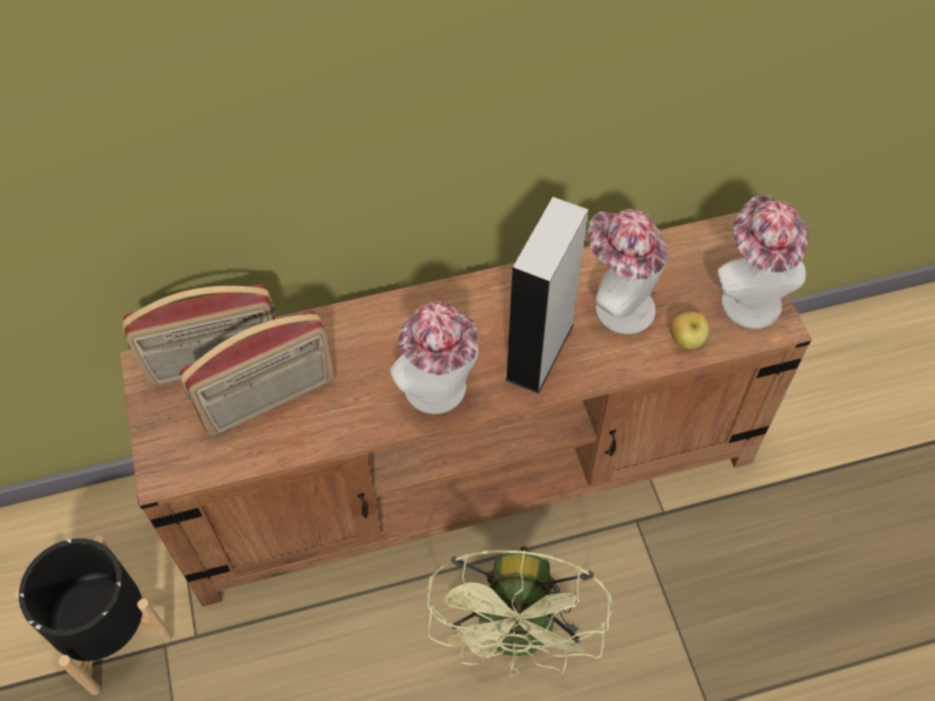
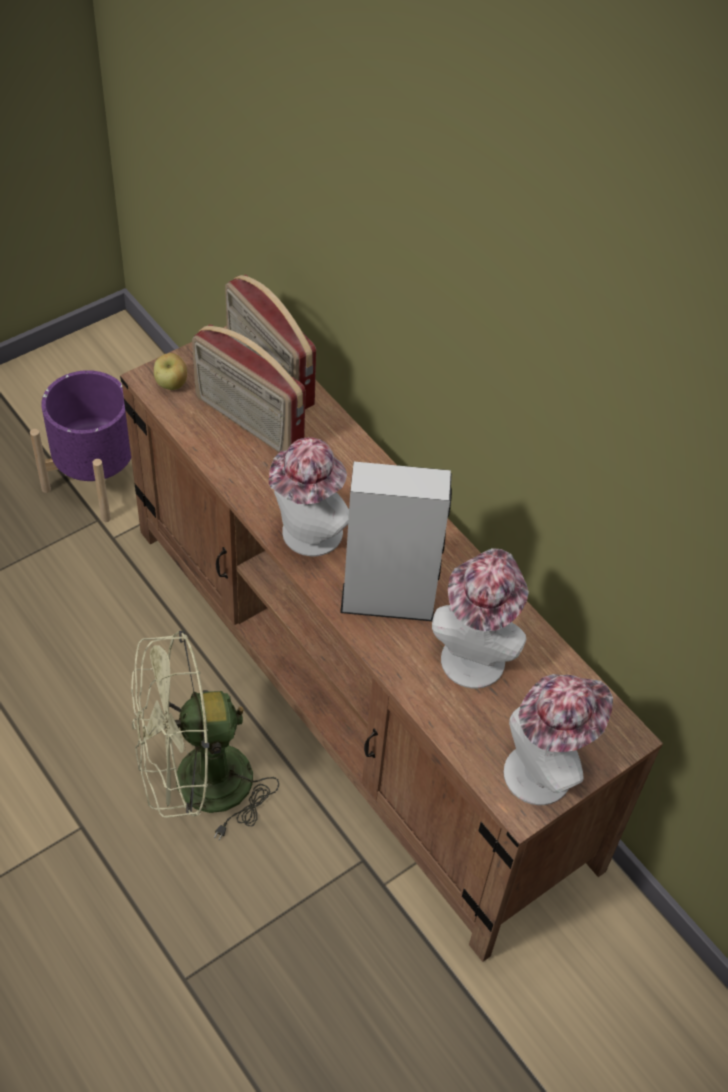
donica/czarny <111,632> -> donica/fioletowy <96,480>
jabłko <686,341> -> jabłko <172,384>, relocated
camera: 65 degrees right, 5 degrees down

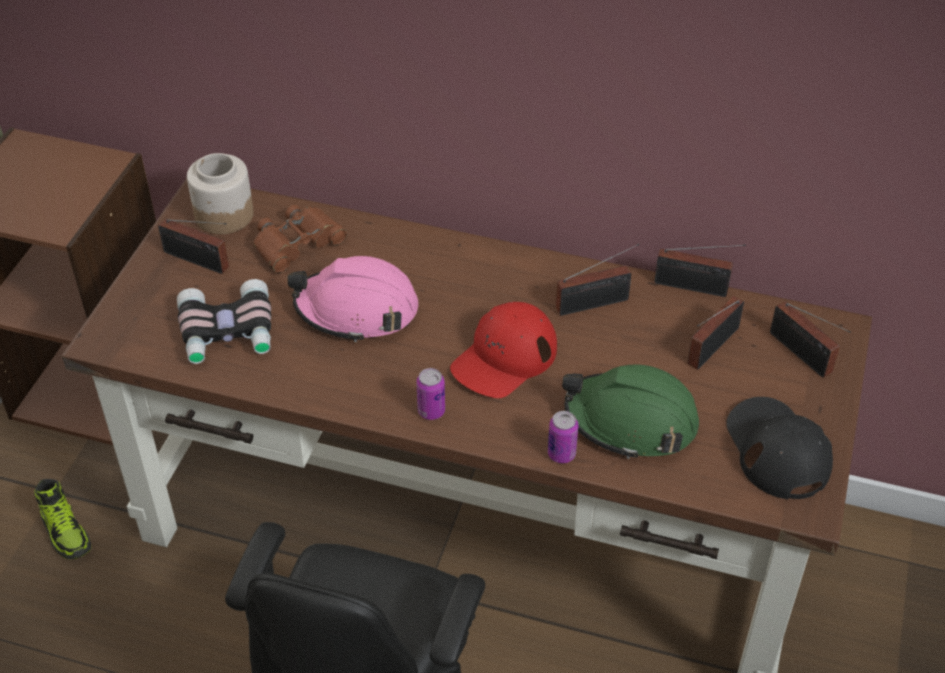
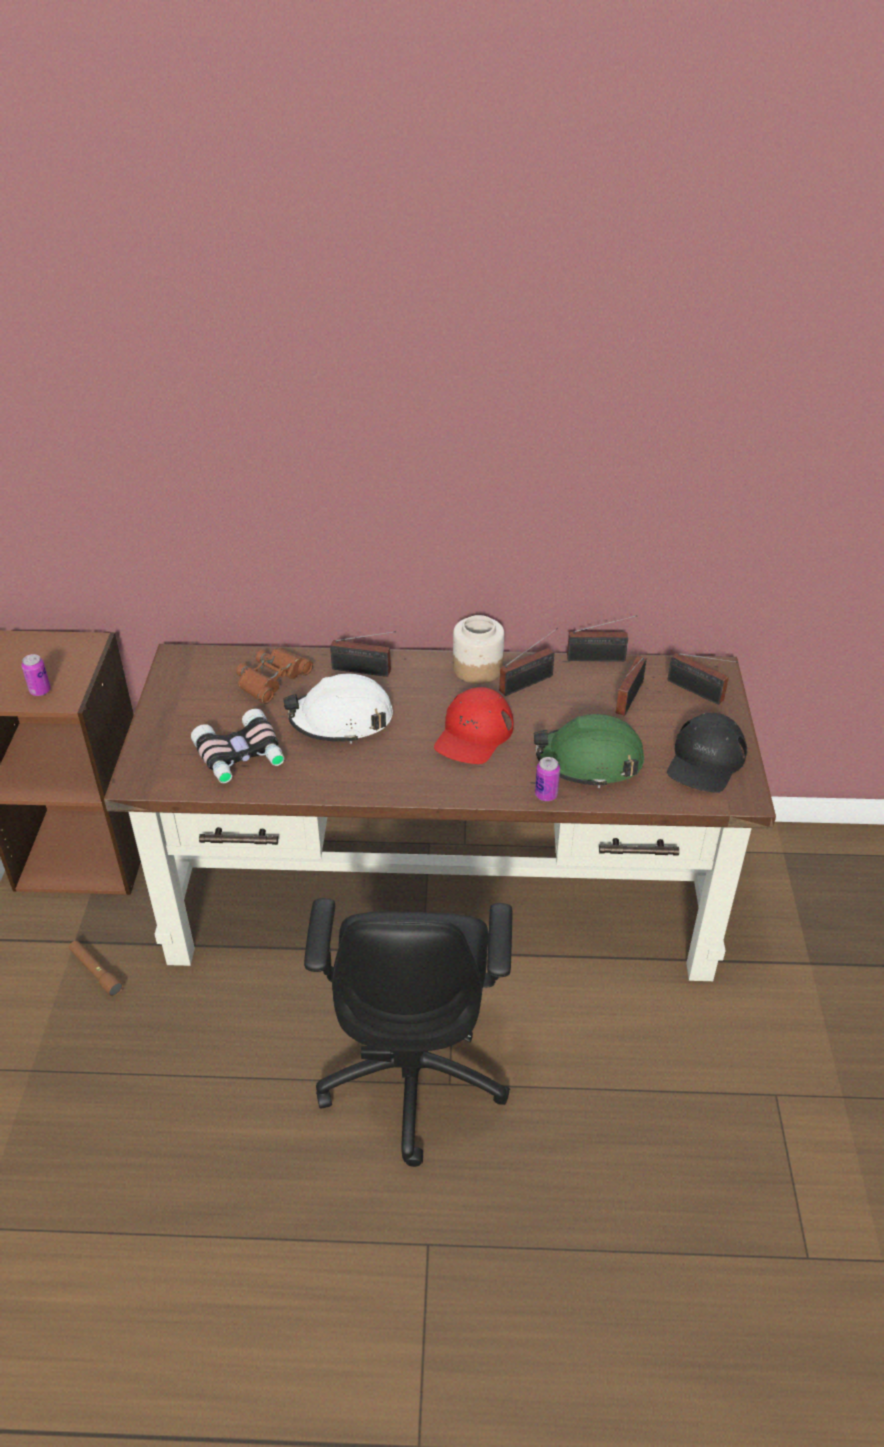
but <65,531> -> latarka/brązowy <96,971>
radio <199,261> -> radio <364,671>, relocated
słoik <223,215> -> słoik <477,668>, relocated
kask/różowy <357,310> -> kask/biały <341,720>
puszka <431,411> -> puszka <40,691>, relocated
czapka z daszkiem/czarny <777,450> -> czapka z daszkiem/czarny <705,761>, 120 degrees counterclockwise
camera: 15 degrees left, 5 degrees down

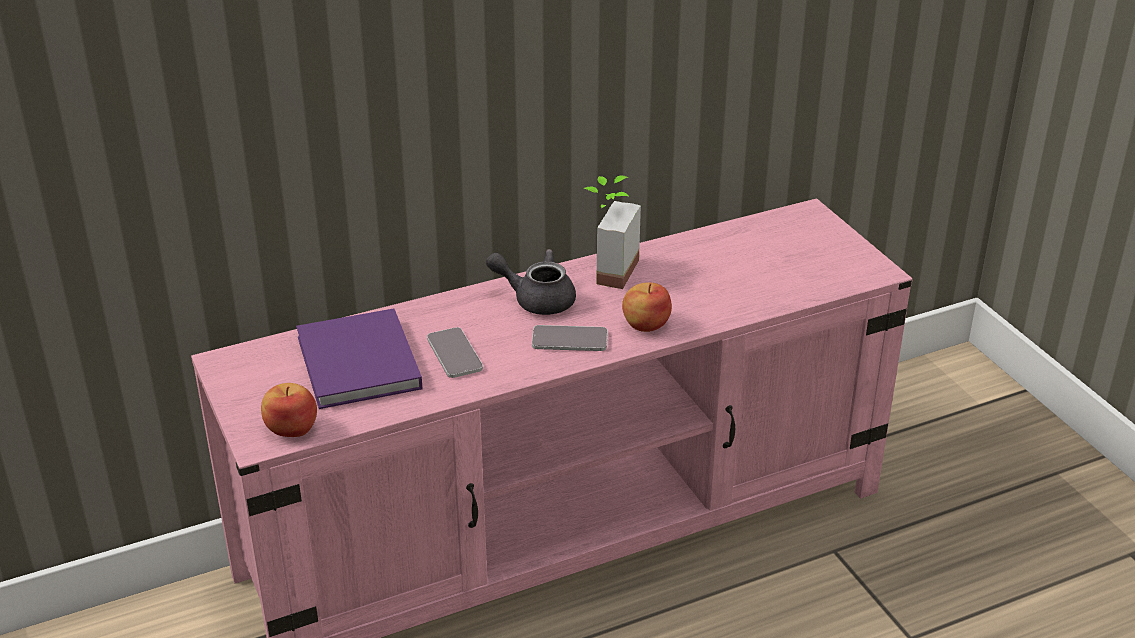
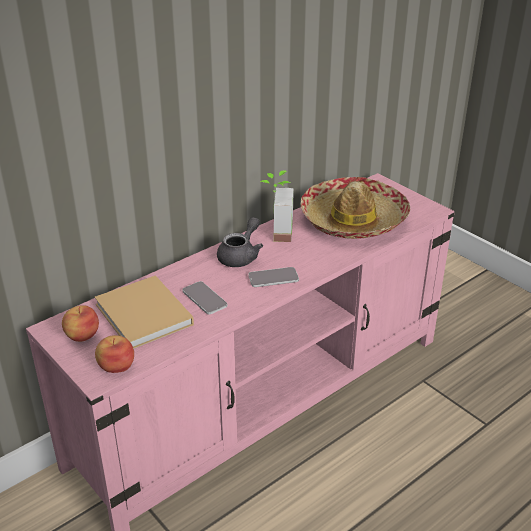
książka/fioletowy <359,365> -> książka/beżowy <145,316>
imbryk/szary <536,299> -> imbryk/szary <241,256>, 120 degrees clockwise
jabłko <646,324> -> jabłko <82,335>, relocated
none -> kapelusz <353,220>
camera: 15 degrees left, 0 degrees up

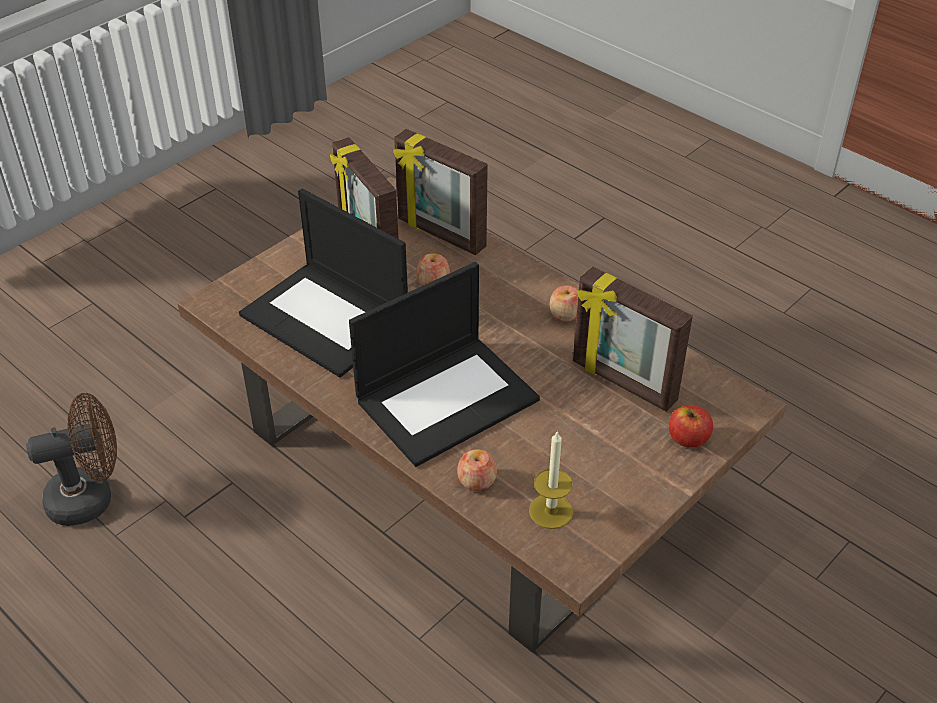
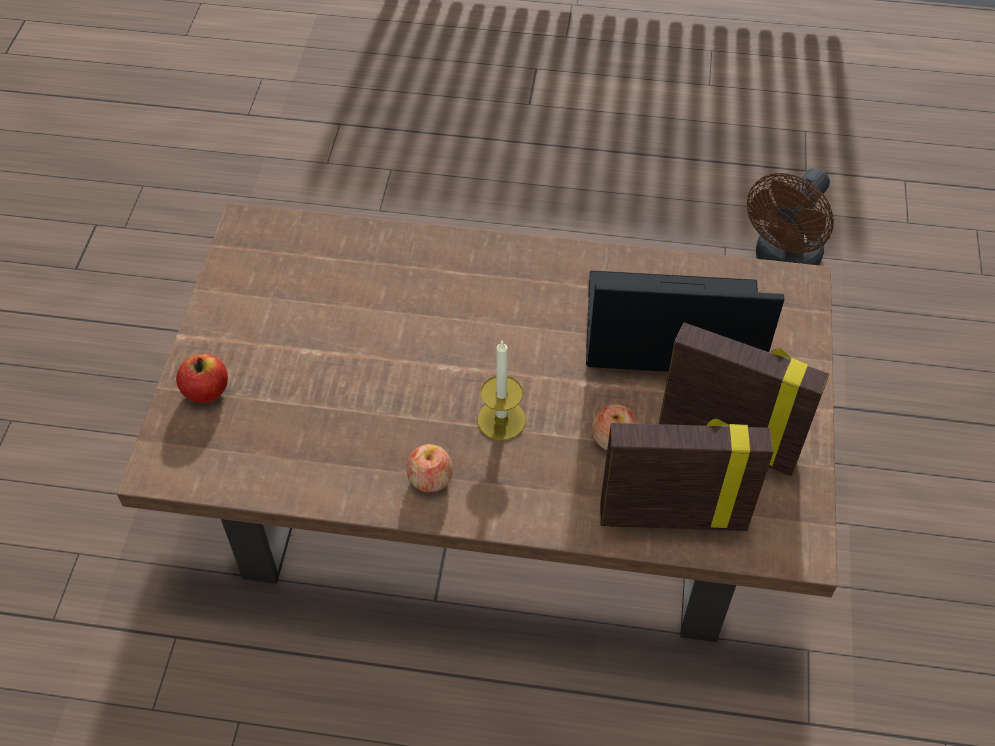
laptop <447,398> -> none
jabłko <477,480> -> none
świeca <551,511> -> świeca <501,420>, relocated
ramka na zdjęcie <623,383> -> none
camera: 145 degrees right, 10 degrees up

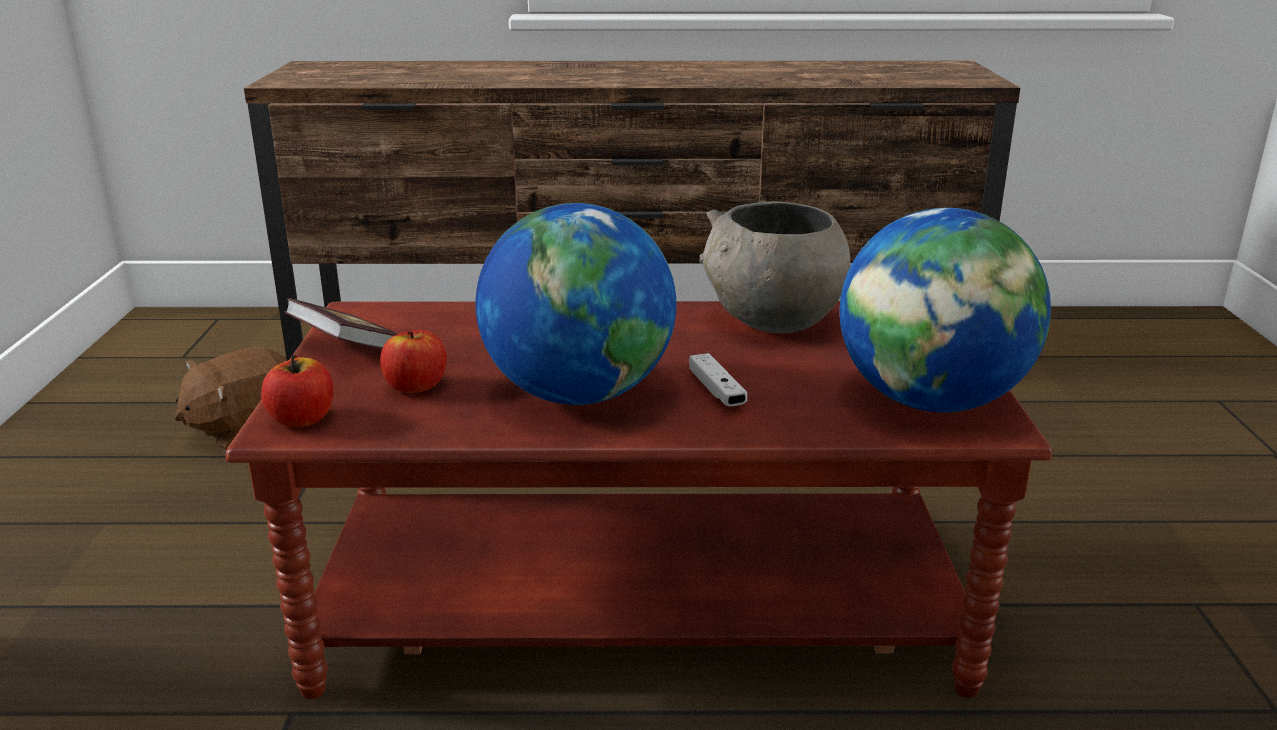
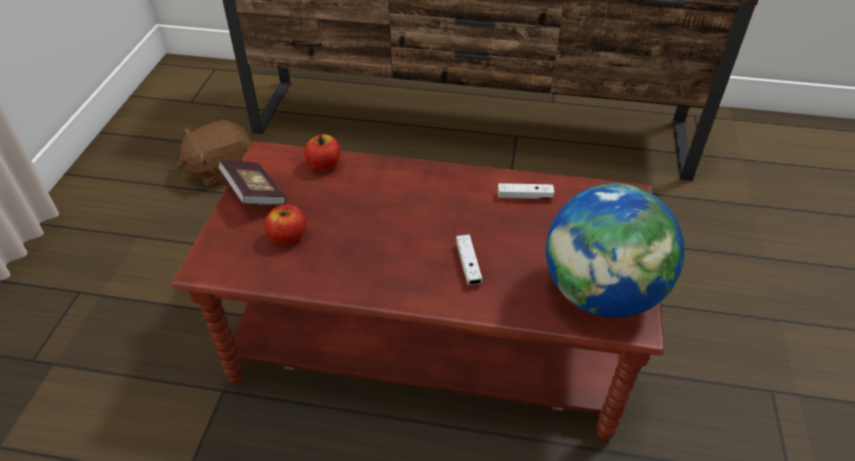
jabłko <302,419> -> jabłko <324,165>, relocated
globus <578,394> -> none
miska/szary <772,322> -> pad do gier/biały <525,196>
camera: 10 degrees right, 20 degrees up

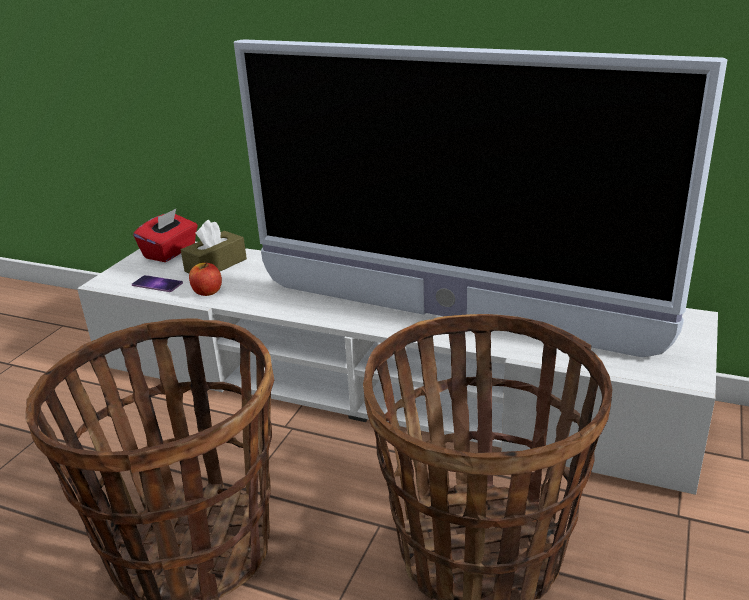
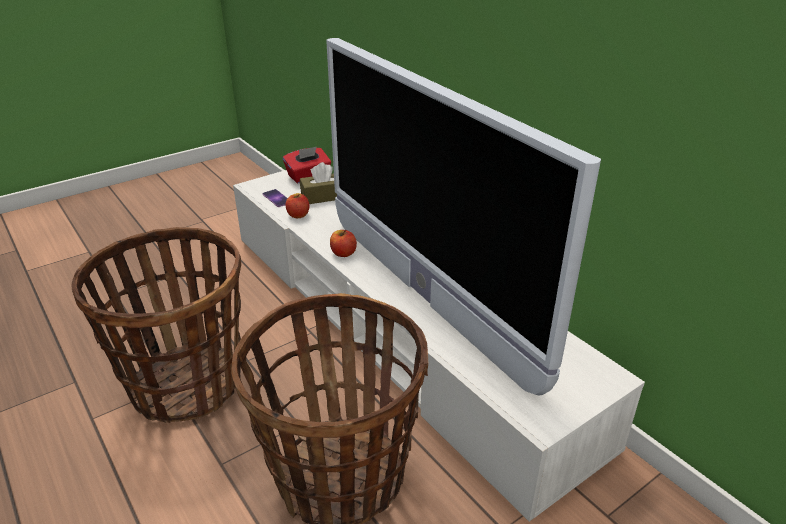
none -> jabłko <343,253>
camera: 30 degrees right, 5 degrees up

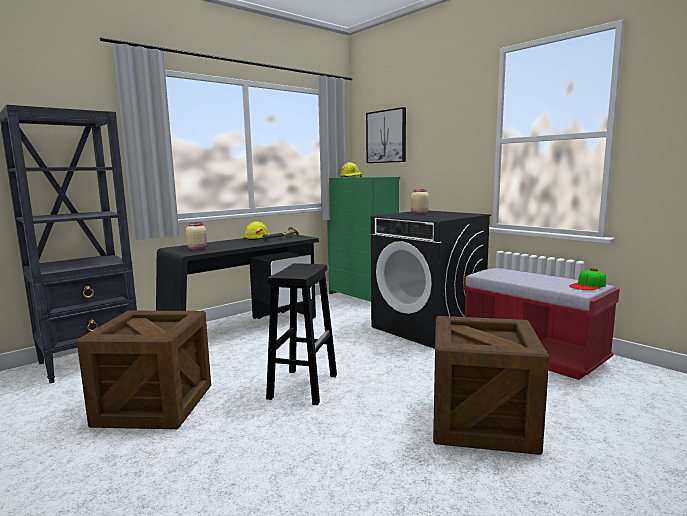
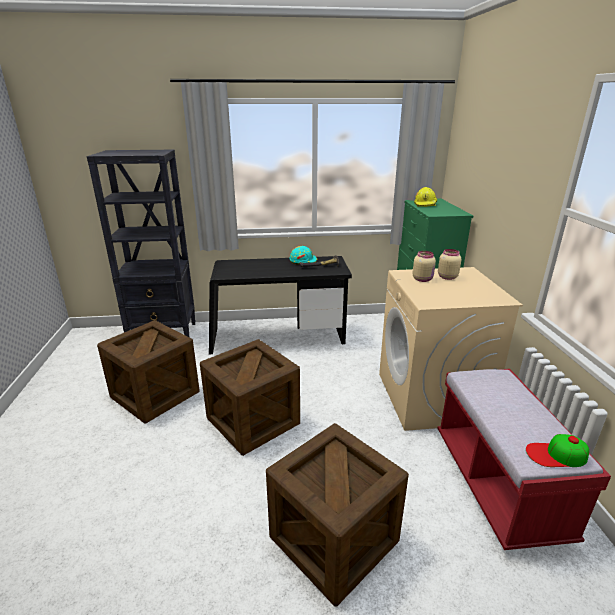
słoik/beżowy <197,248> -> słoik/beżowy <423,279>, relocated
kask/żółty <257,238> -> kask/turkusowy <303,261>
stołek/czarny <303,386> -> skrzynka <253,421>
obraz <386,136> -> none
pralka/czarny <428,328> -> pralka/beżowy <431,398>
camera: 35 degrees right, 15 degrees up

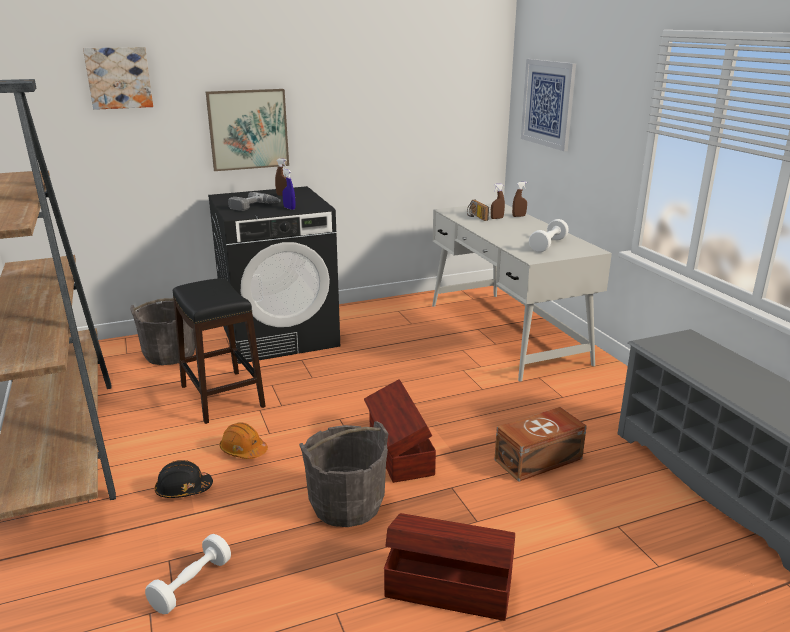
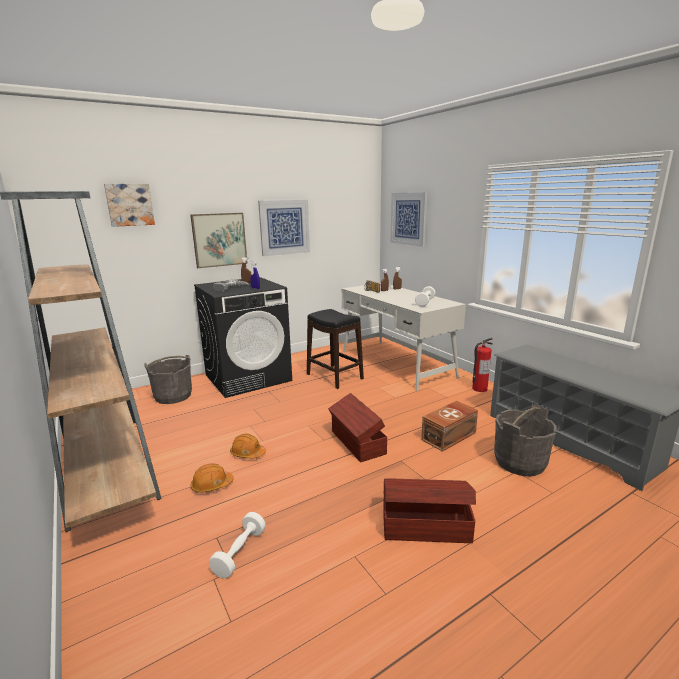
kask/czarny <183,489> -> kask/pomarańczowy <212,485>
stołek/czarny <221,396> -> stołek/czarny <334,376>, relocated
wiadro/szary <346,504> -> wiadro/szary <519,462>, relocated
none -> obraz <284,227>
none -> gaśnica <479,388>
camera: 10 degrees left, 5 degrees down

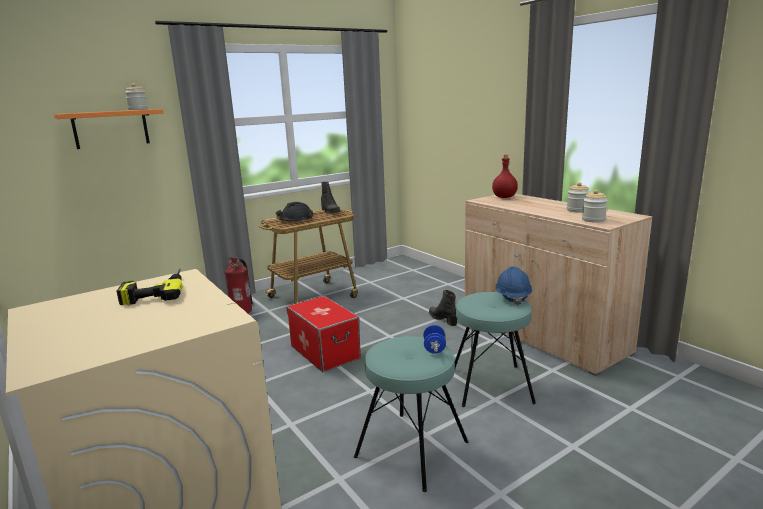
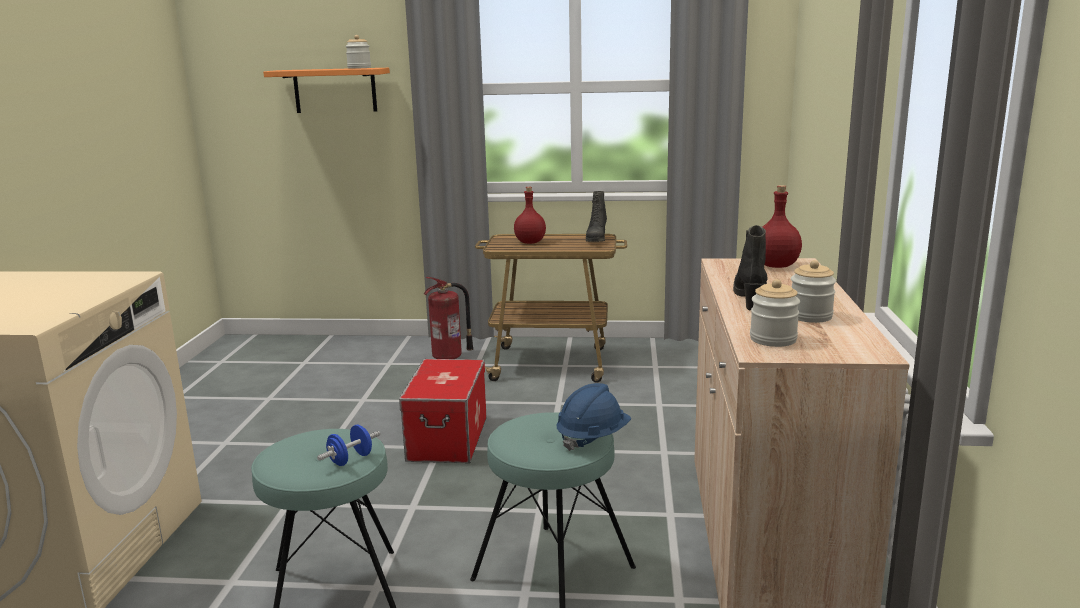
wiertarka <155,291> -> none
kask/czarny <295,220> -> butelka/czerwony <530,242>
but z cholewką/czarny <443,319> -> but z cholewką/czarny <751,298>, relocated
camera: 40 degrees right, 0 degrees up

